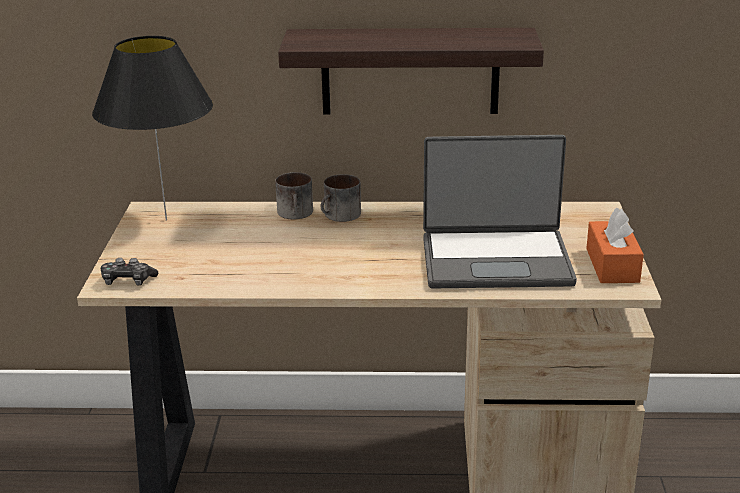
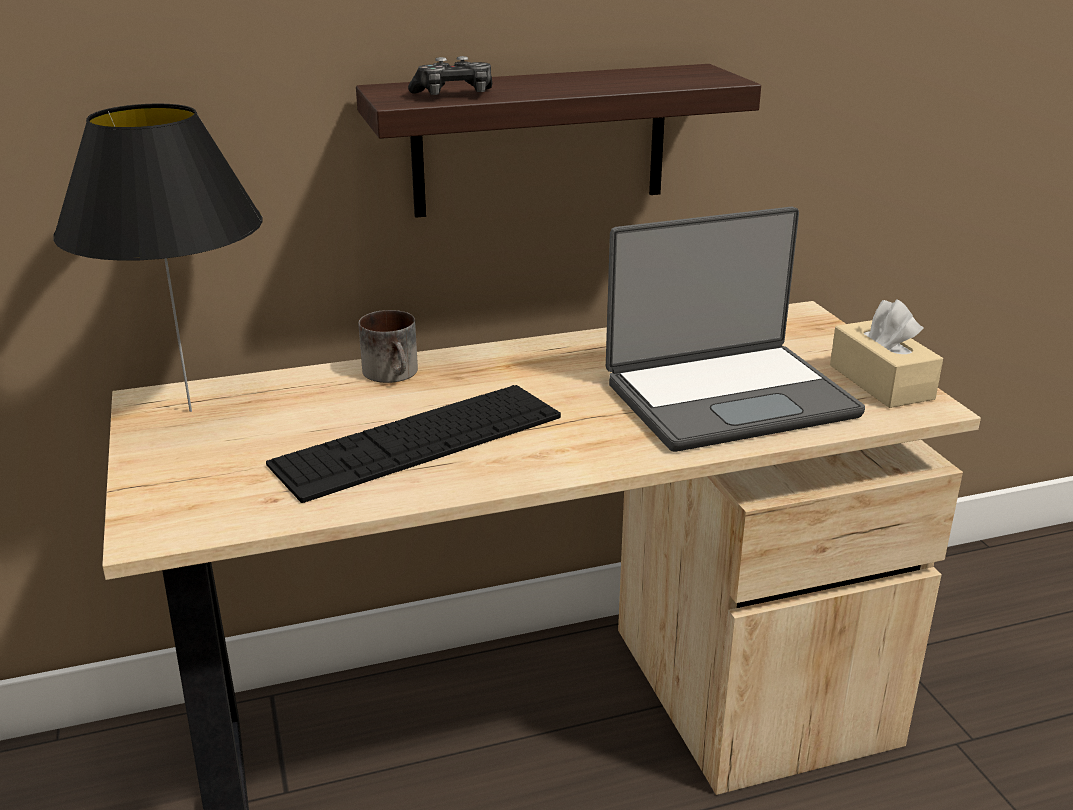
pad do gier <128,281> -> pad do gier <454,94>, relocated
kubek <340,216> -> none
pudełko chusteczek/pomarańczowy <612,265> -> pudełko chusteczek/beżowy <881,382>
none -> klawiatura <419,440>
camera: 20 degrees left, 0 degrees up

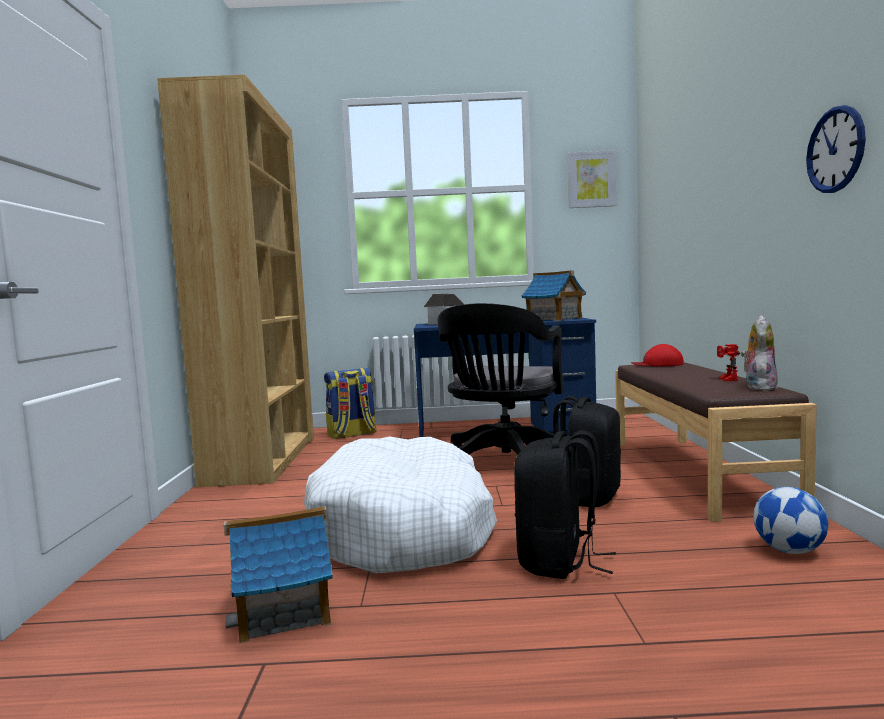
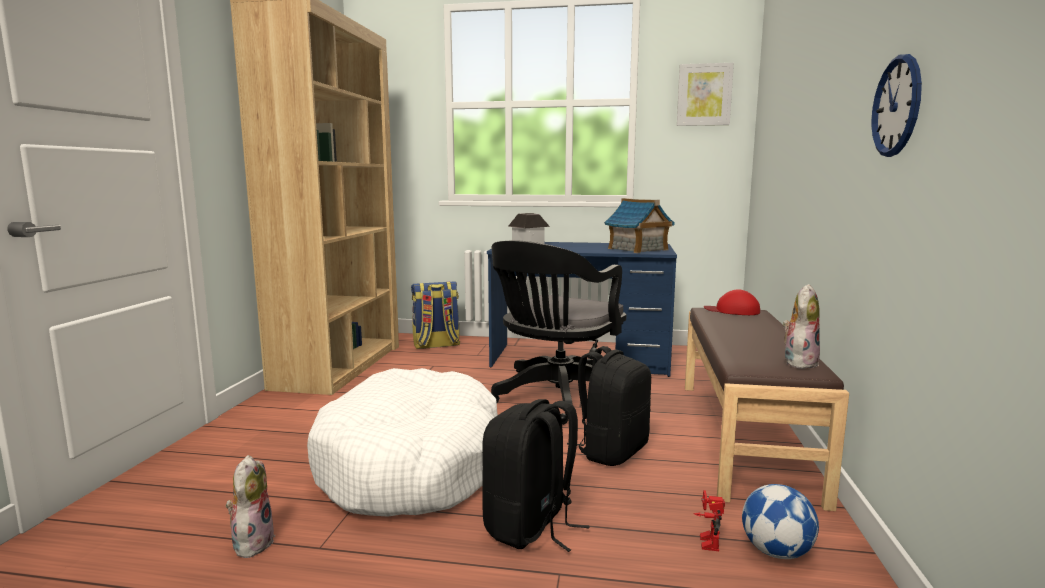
domek <284,611> -> pluszak <252,542>
robot zabawkowy <725,379> -> robot zabawkowy <705,541>, relocated
camera: 10 degrees right, 5 degrees up

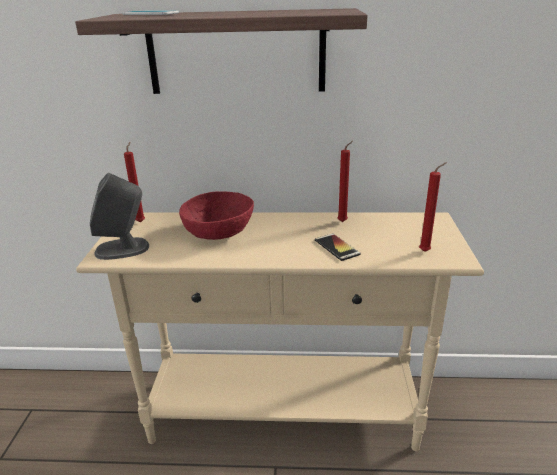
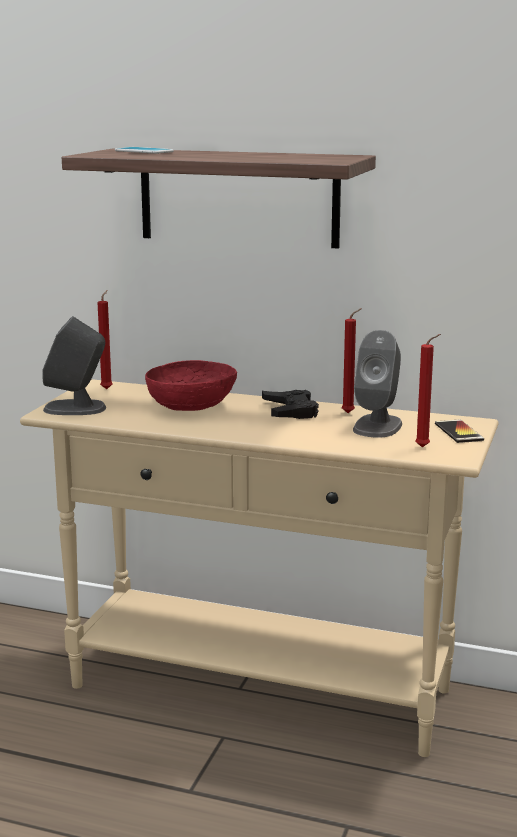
telefon <336,247> -> telefon <458,432>, relocated
none -> pad do gier/czarny <290,411>
none -> głośnik/szary <377,426>
camera: 15 degrees right, 10 degrees down

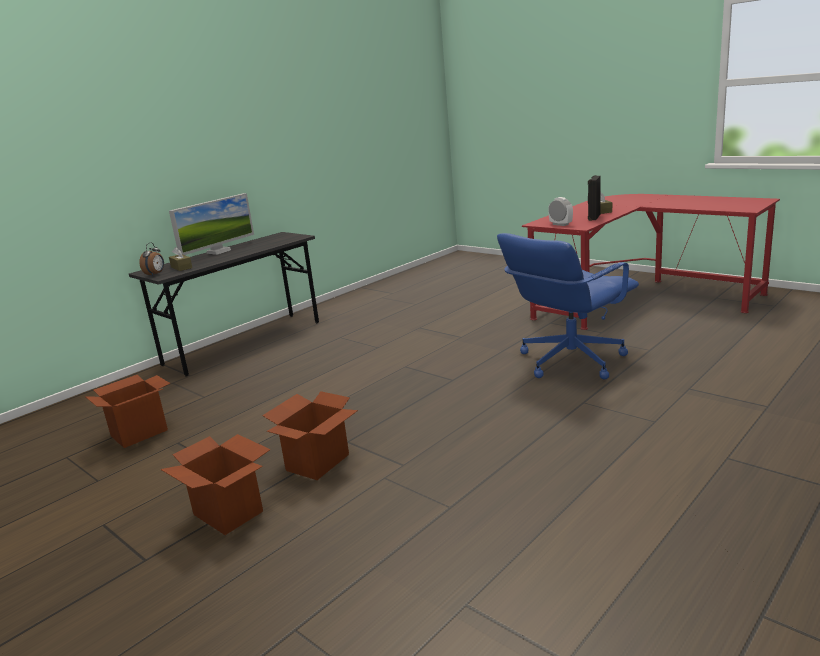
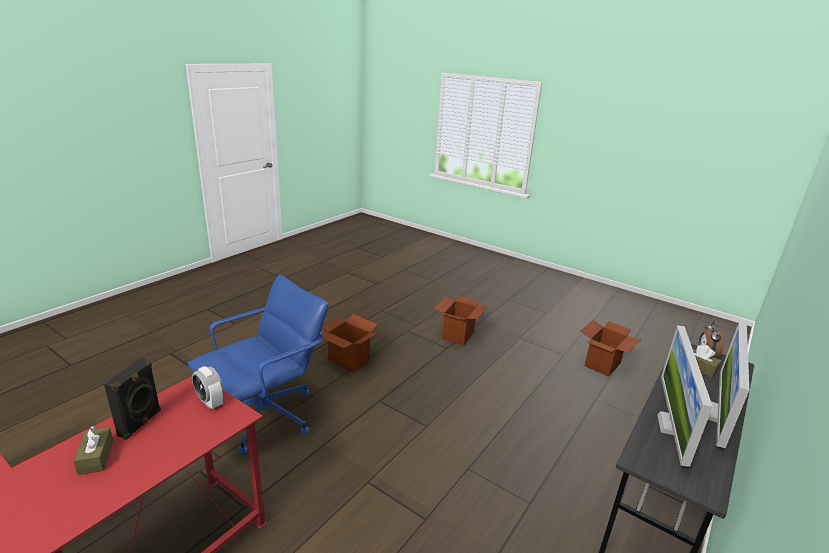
karton <228,513> -> karton <348,360>, relocated
none -> monitor <672,426>
camera: 170 degrees right, 5 degrees up

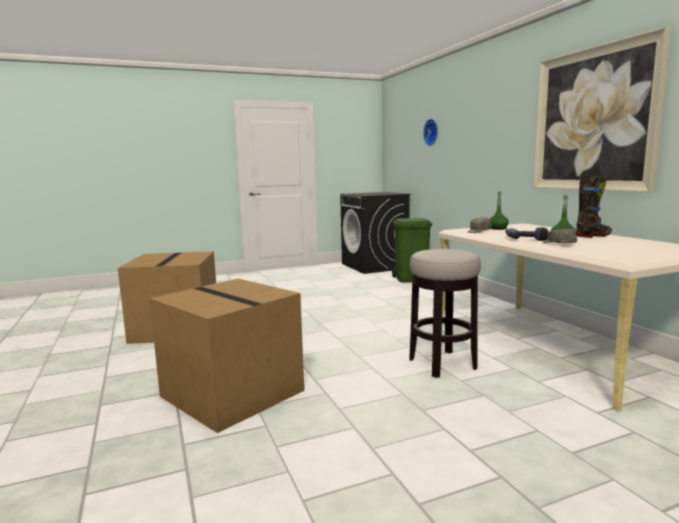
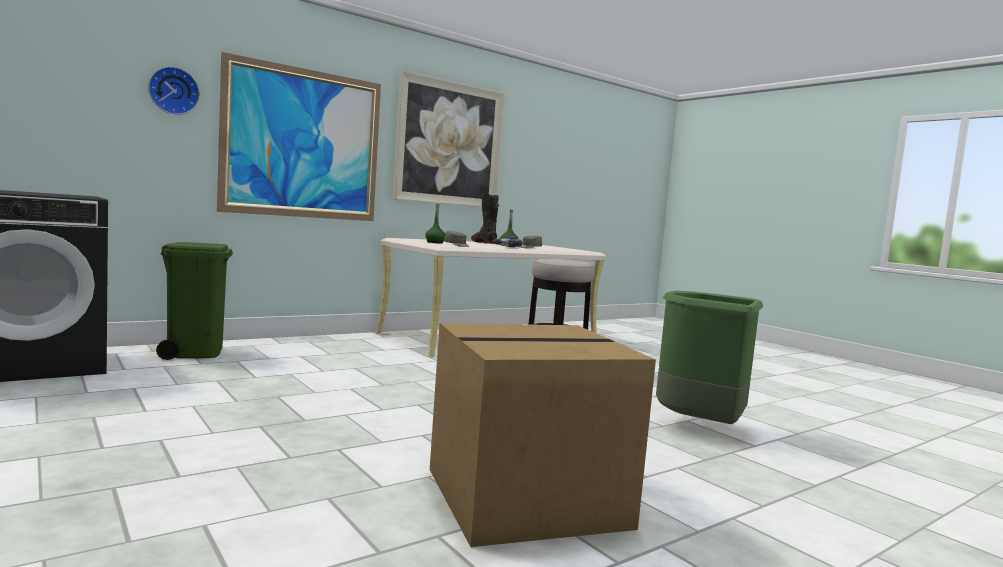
karton <230,393> -> kosz na śmieci/zielony <700,427>
none -> obraz <303,144>
camera: 105 degrees left, 5 degrees down

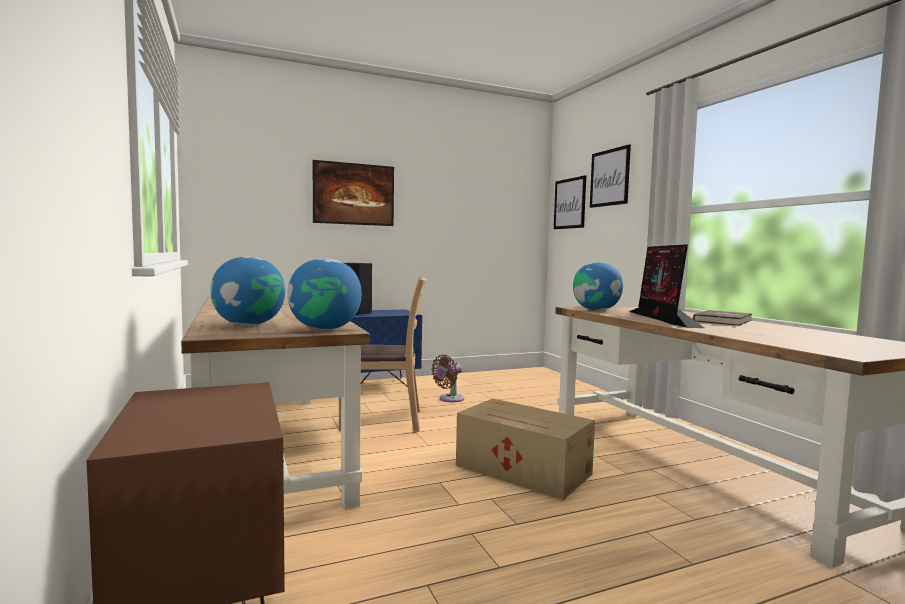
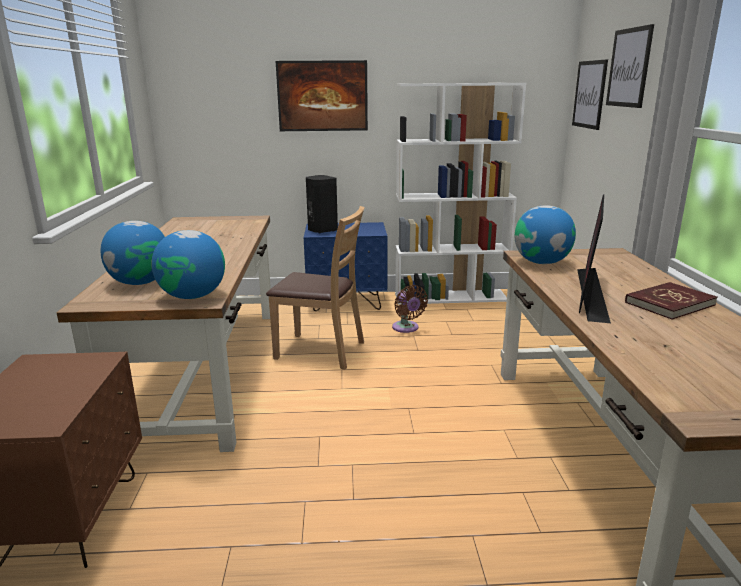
wentylator/brązowy <449,399> -> wentylator/brązowy <406,328>, 90 degrees counterclockwise
karton <524,470> -> none
none -> regał/biały <451,297>
camera: 20 degrees right, 15 degrees up

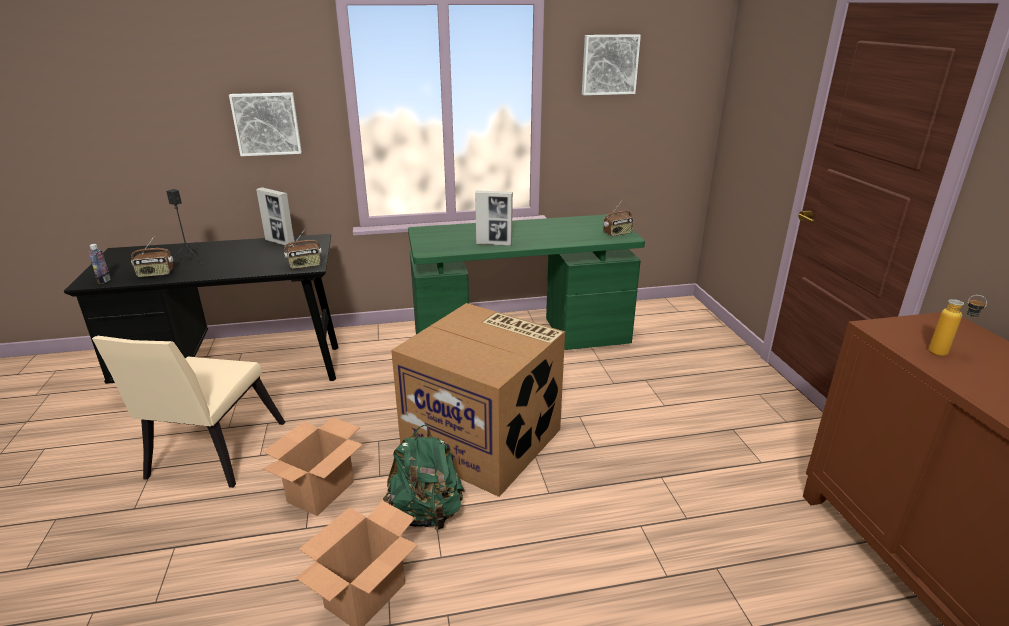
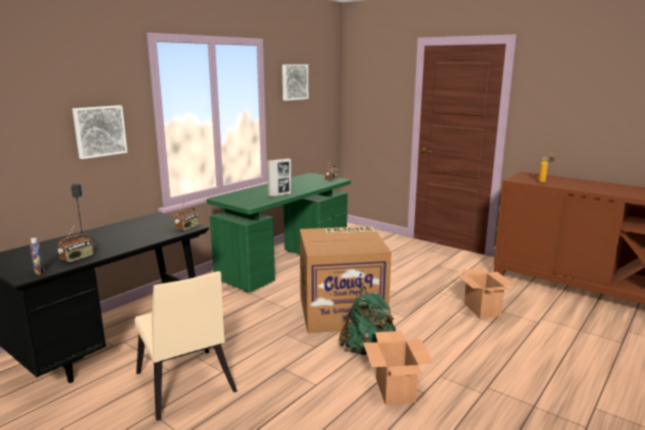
ramka na zdjęcie <280,242> -> none
karton <321,491> -> karton <481,309>, relocated
camera: 40 degrees left, 10 degrees down

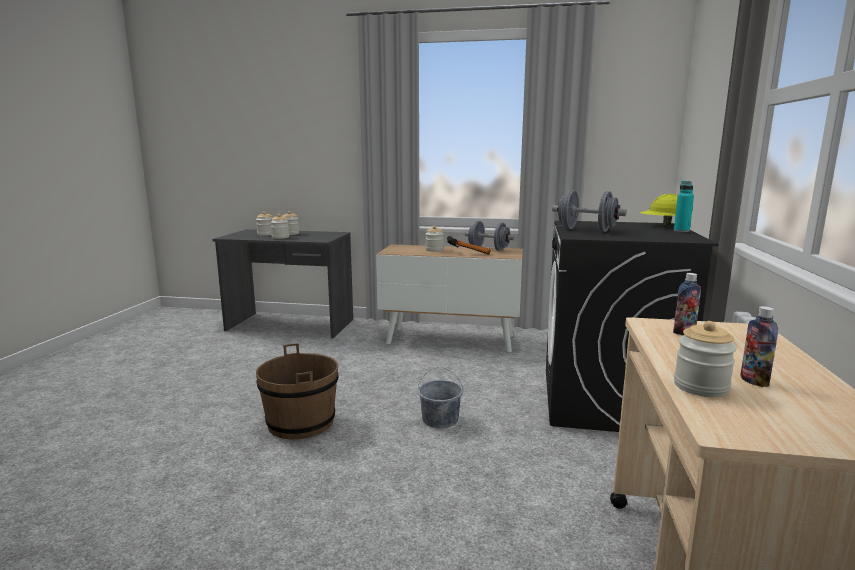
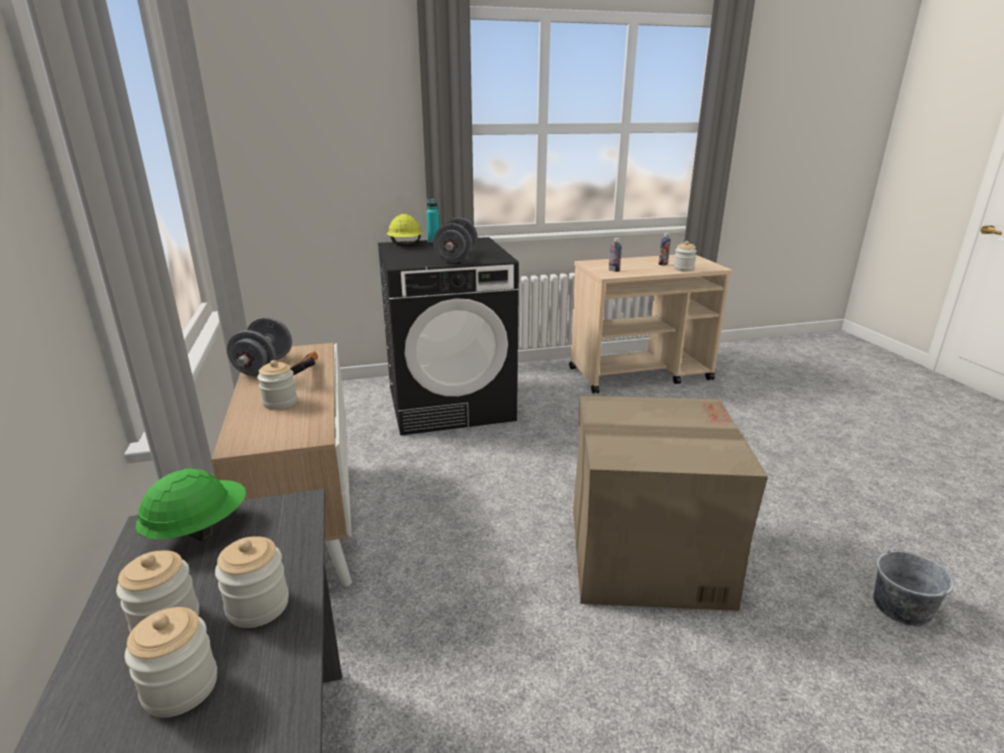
wiadro/brązowy <301,423> -> karton <645,554>
wiadro/szary <440,419> -> wiadro/szary <901,607>, relocated
none -> kask/zielony <198,529>
camera: 115 degrees left, 10 degrees up

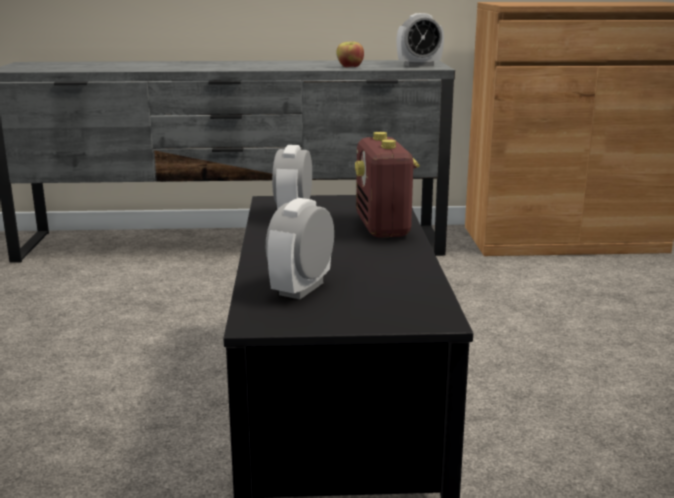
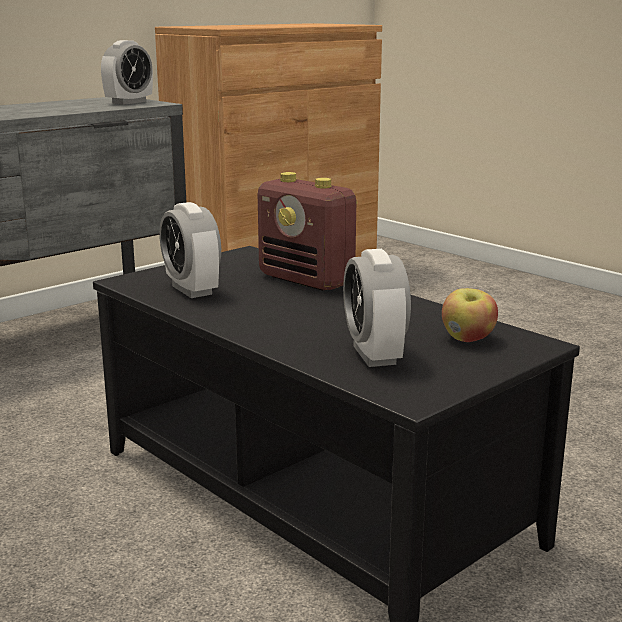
jabłko <350,67> -> jabłko <468,339>, relocated
camera: 40 degrees left, 0 degrees up

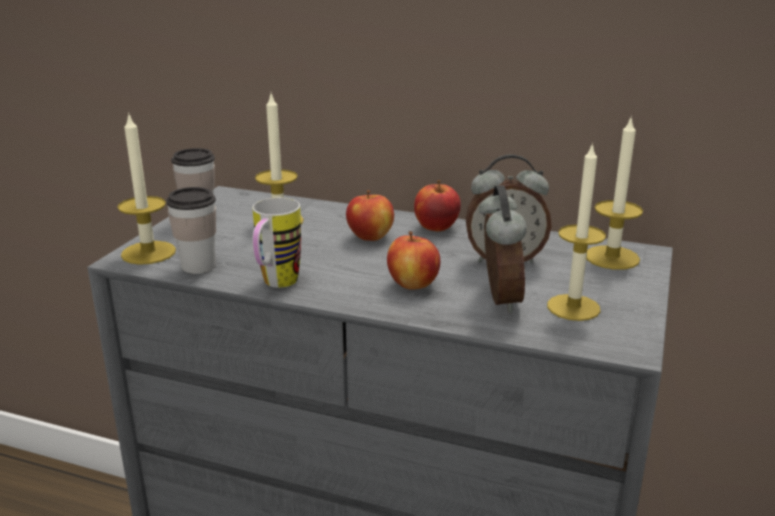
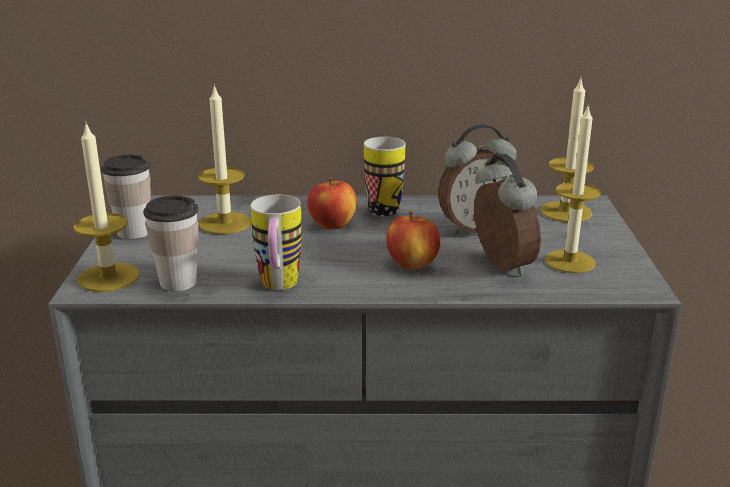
jabłko <436,227> -> kubek <388,207>
camera: 20 degrees left, 0 degrees up

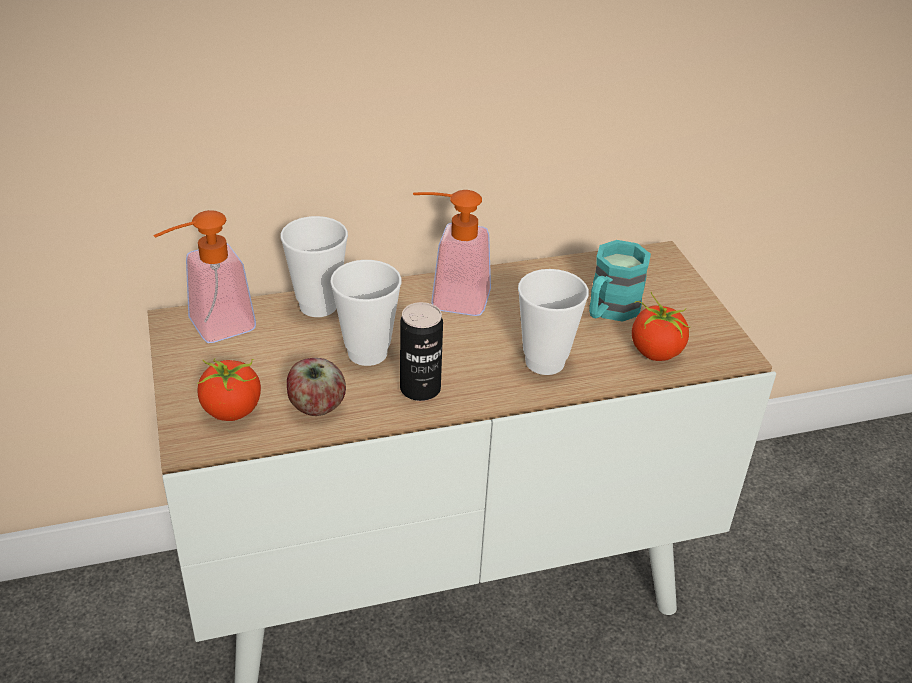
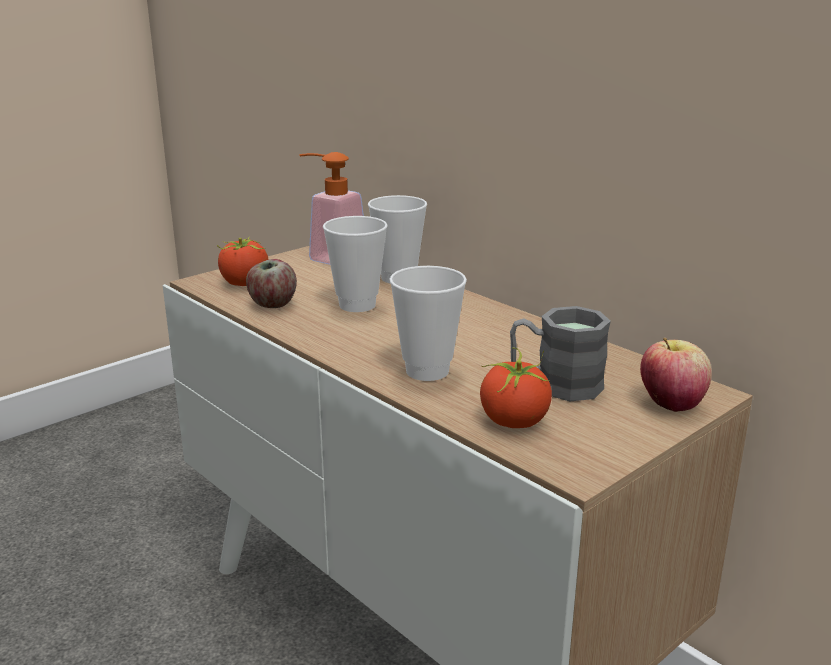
puszka <420,389> -> none
dozownik mydła <449,298> -> none
kubek/turkusowy <609,310> -> kubek/szary <555,384>
none -> jabłko <671,404>
camera: 65 degrees right, 15 degrees down

